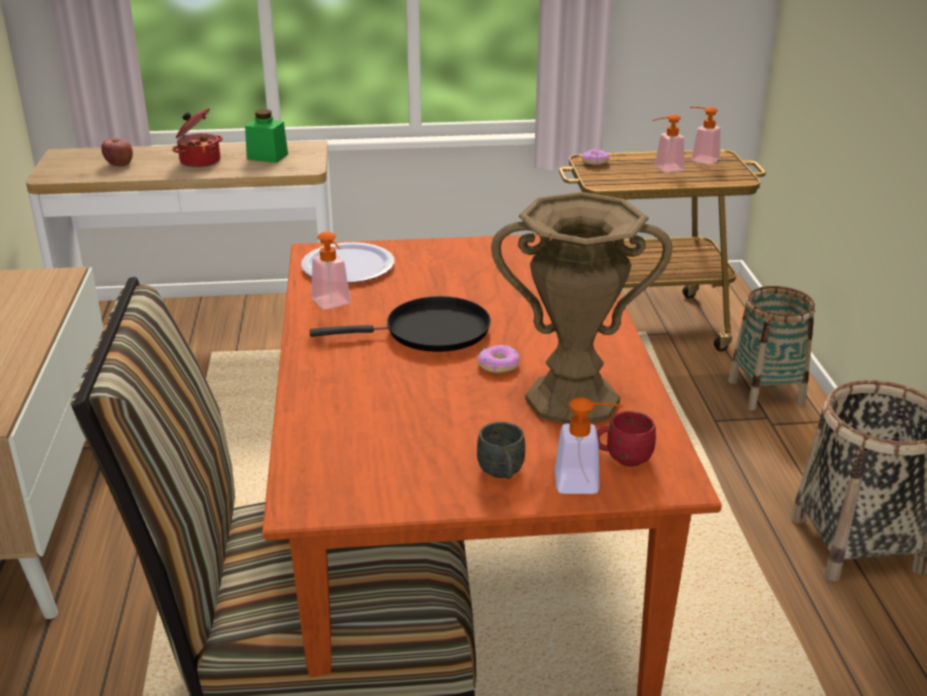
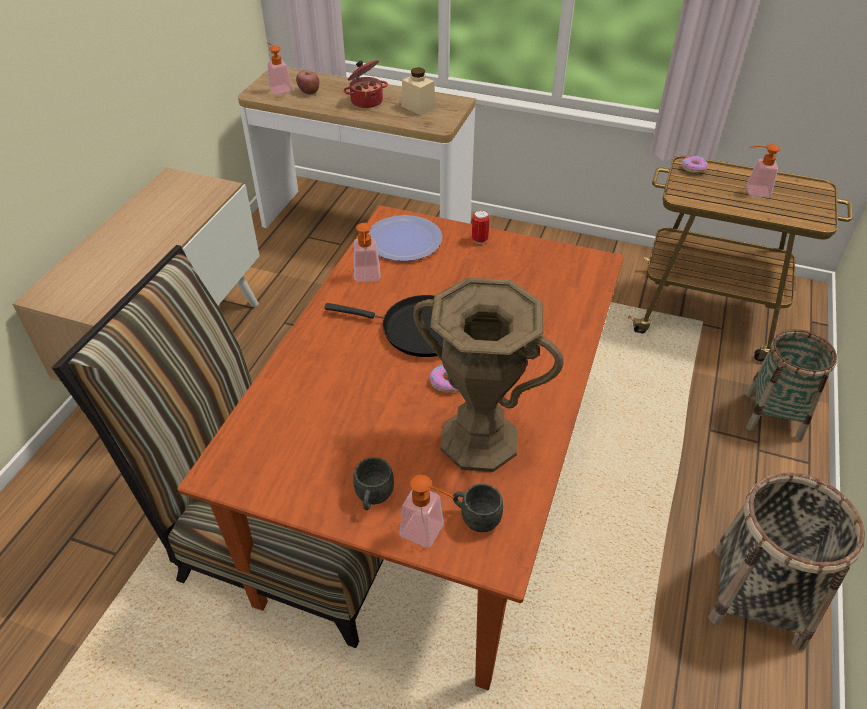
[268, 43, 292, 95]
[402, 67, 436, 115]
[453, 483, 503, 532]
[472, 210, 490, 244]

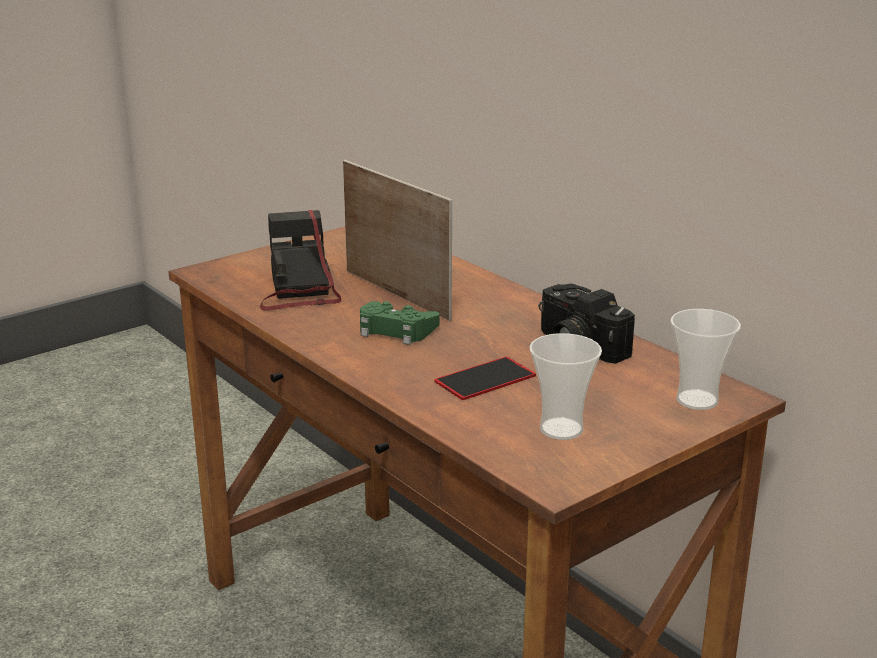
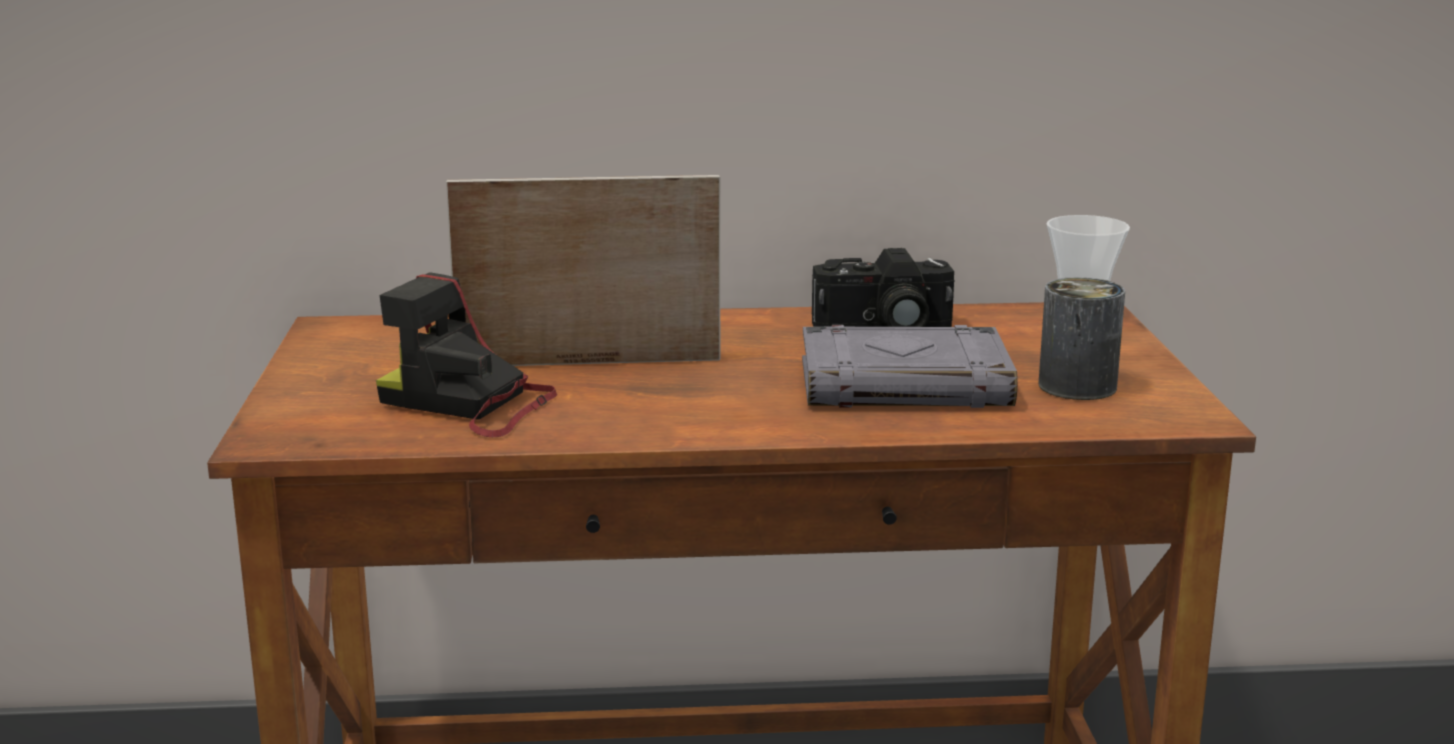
[360, 301, 440, 345] (first image)
[1038, 277, 1125, 400]
[802, 325, 1018, 408]

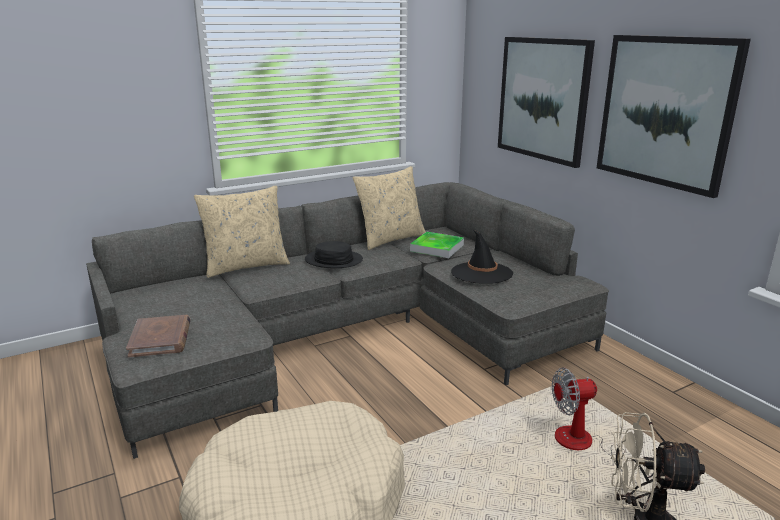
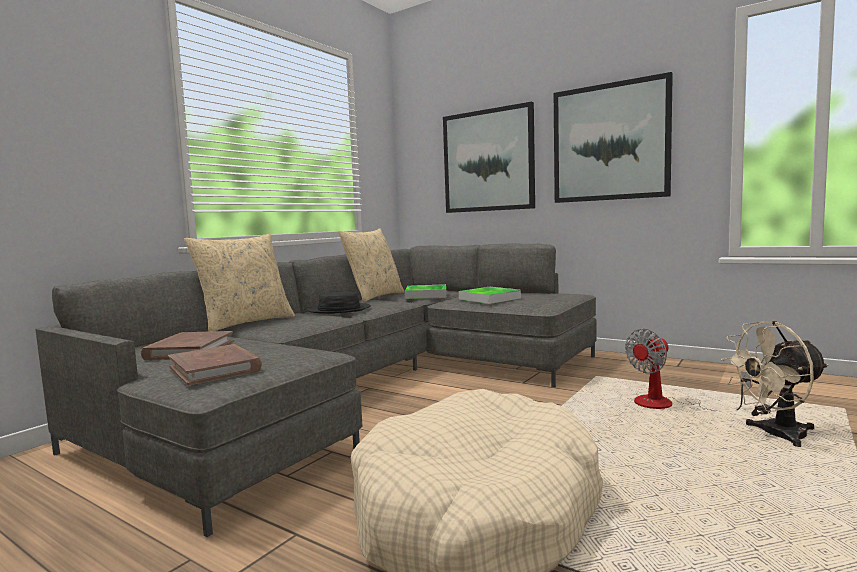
[459, 287, 521, 304]
[141, 331, 234, 360]

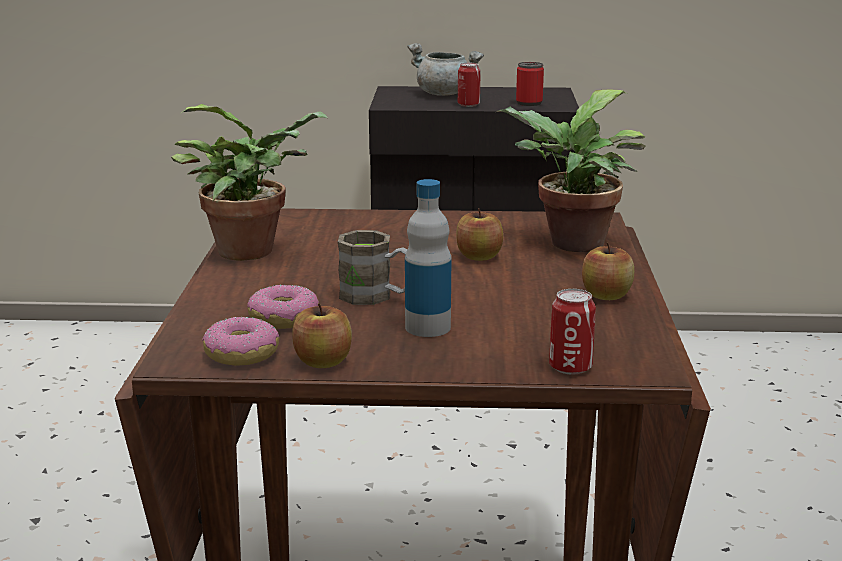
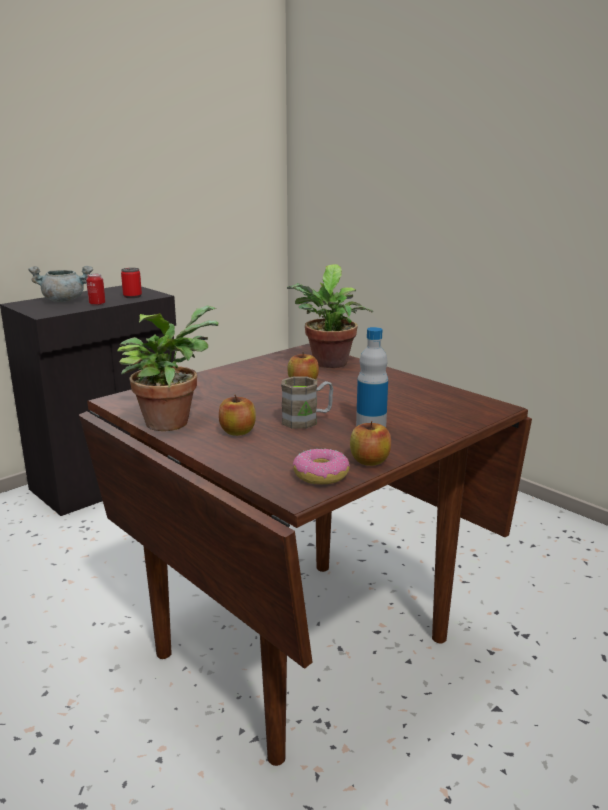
[219, 395, 256, 436]
[247, 285, 319, 329] (first image)
[549, 289, 596, 375] (first image)

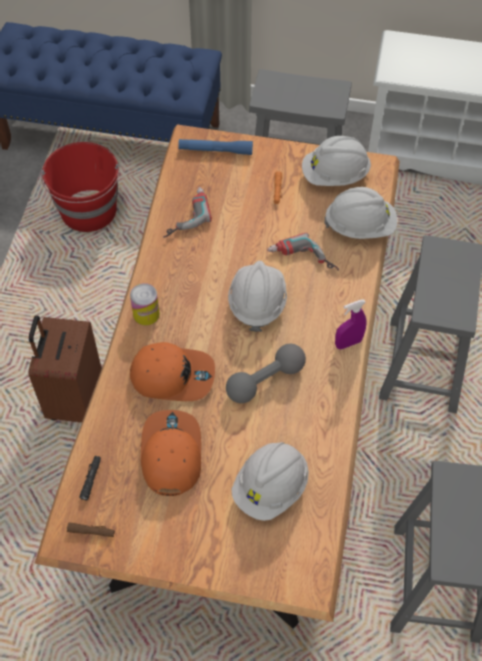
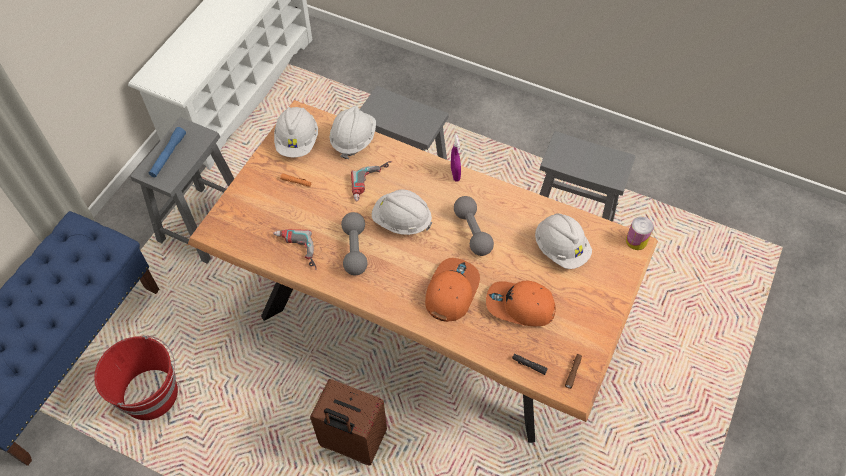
[149, 127, 186, 177]
[626, 216, 654, 250]
[341, 212, 367, 275]

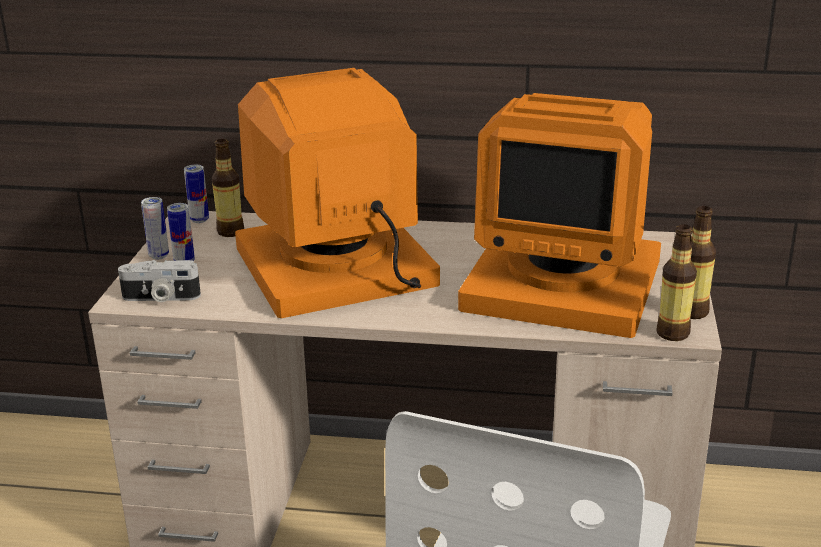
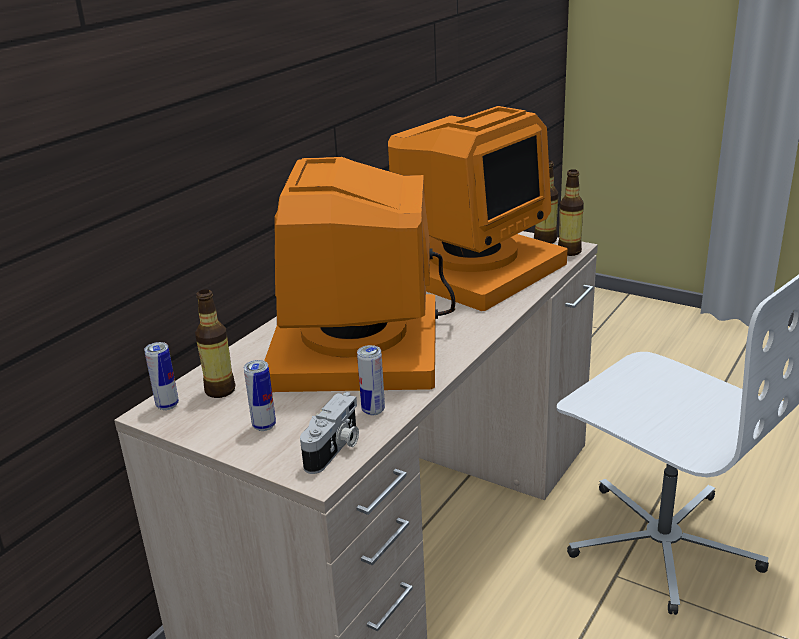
[357, 345, 385, 415]

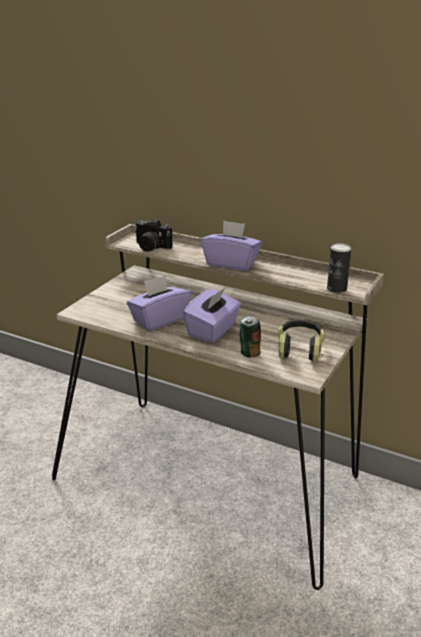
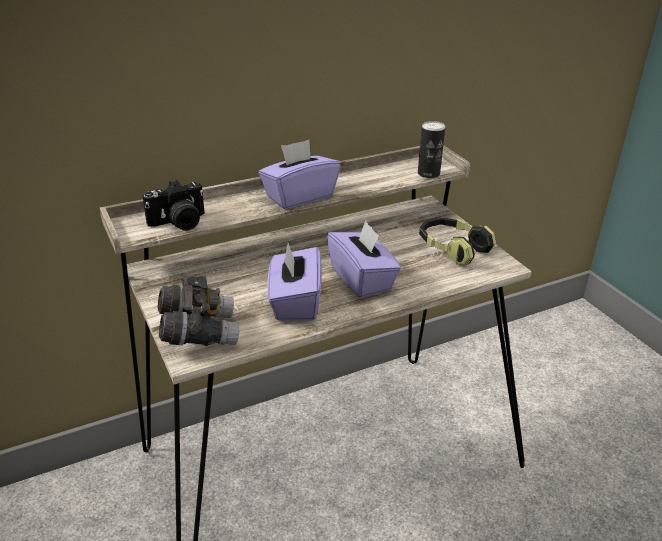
[240, 316, 261, 358] (first image)
[158, 276, 239, 346]

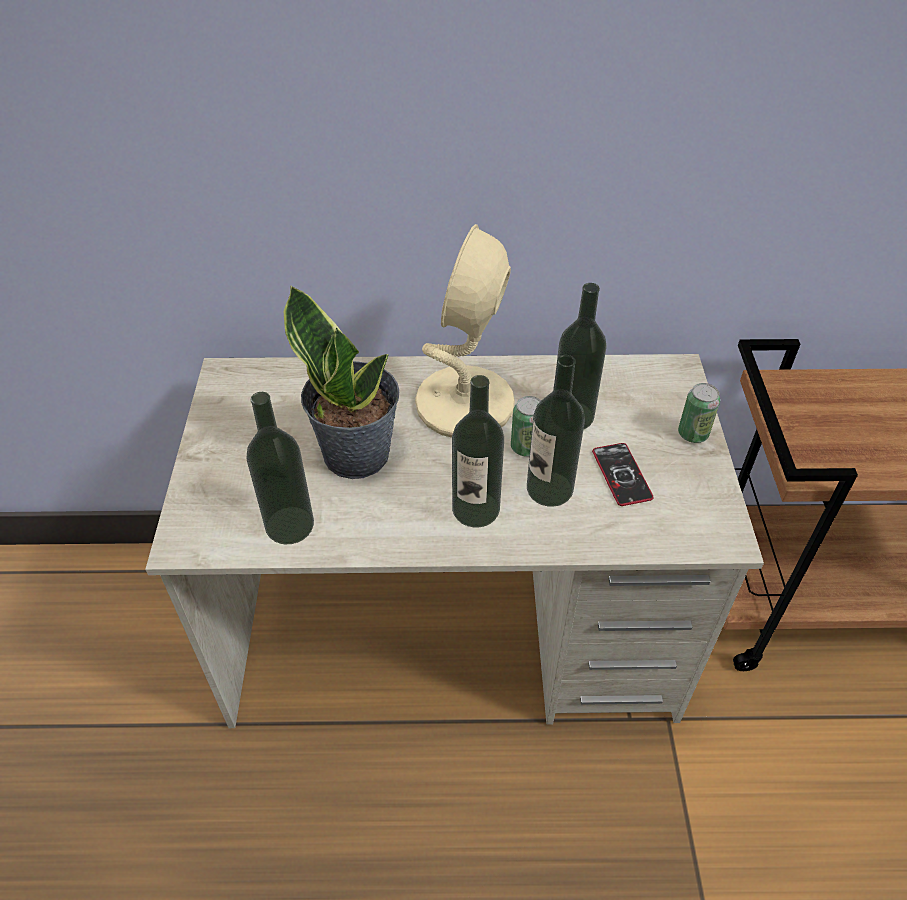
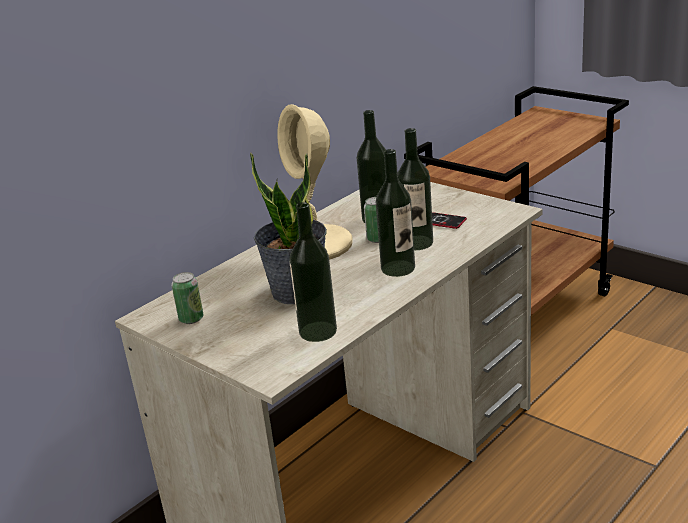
[171, 272, 204, 324]

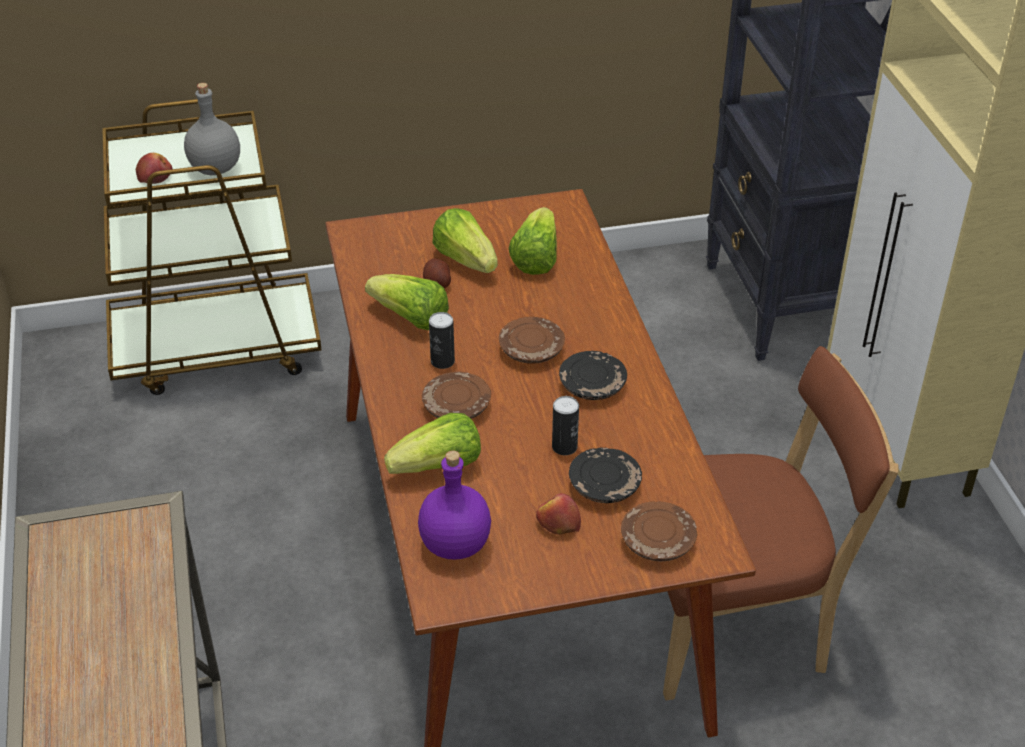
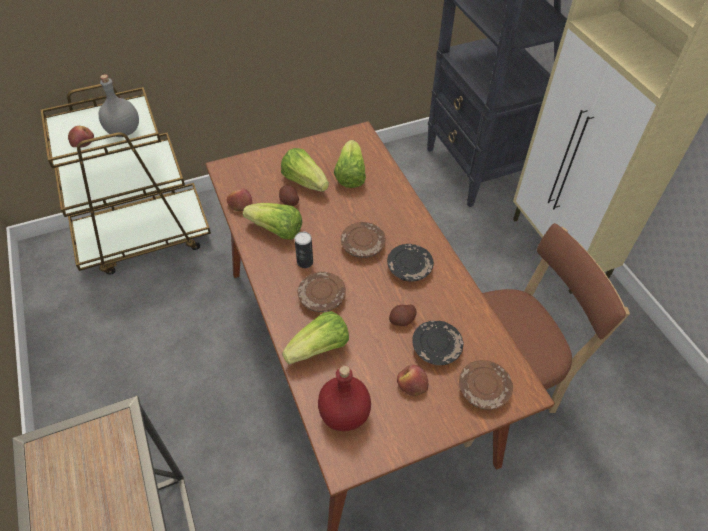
[389, 305, 416, 326]
[318, 365, 371, 431]
[227, 188, 253, 211]

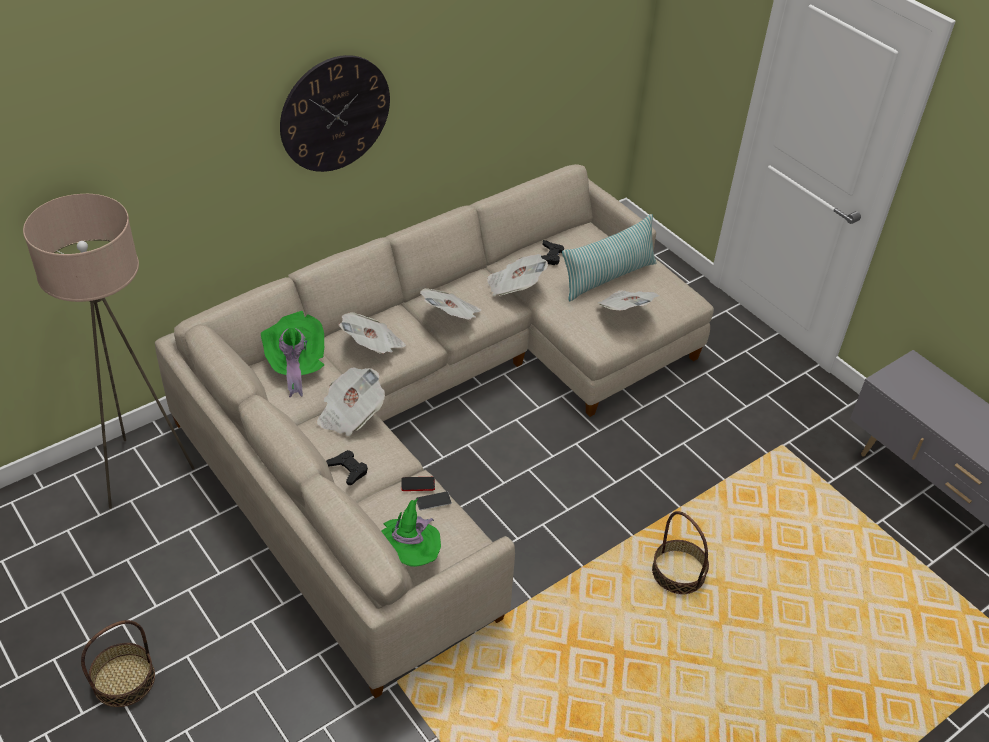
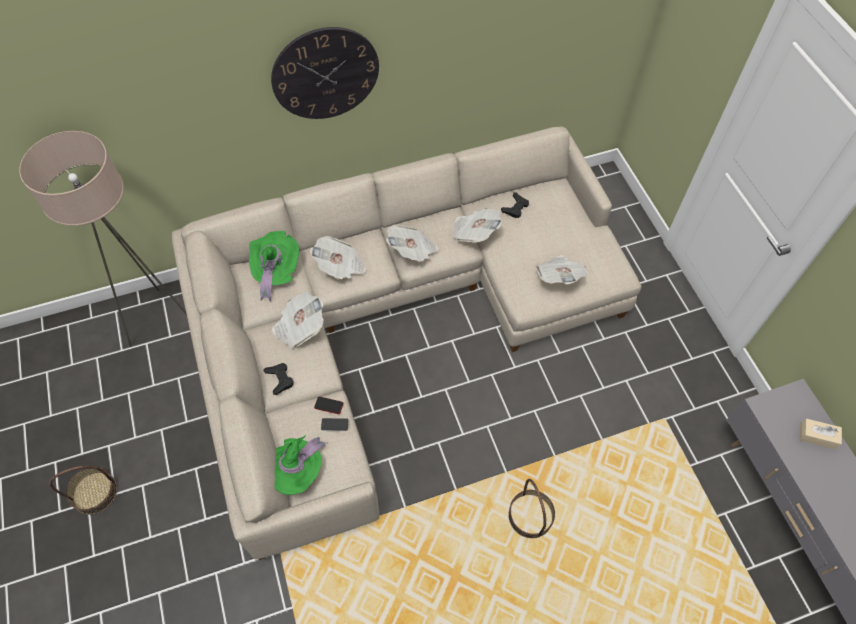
[562, 214, 656, 302] (first image)
[799, 419, 842, 449]

